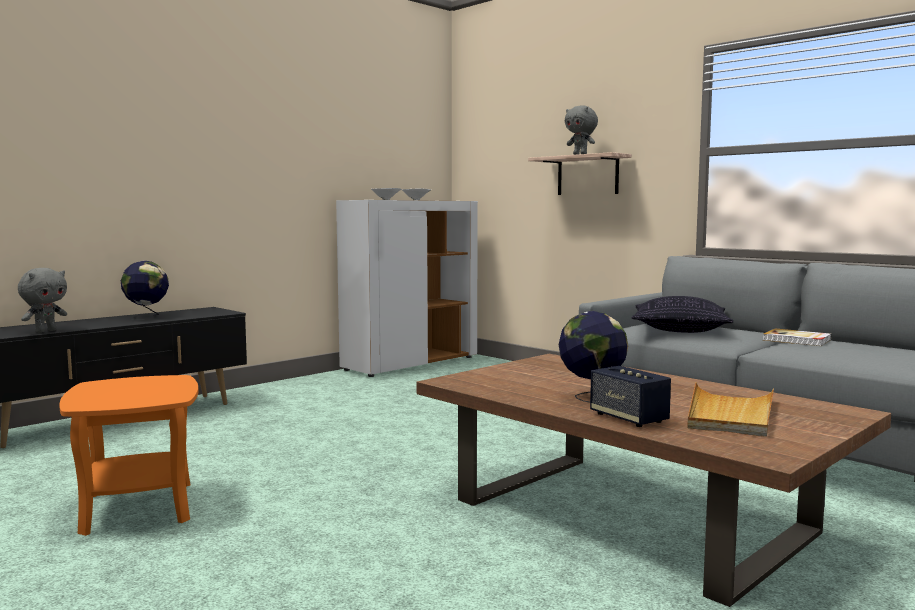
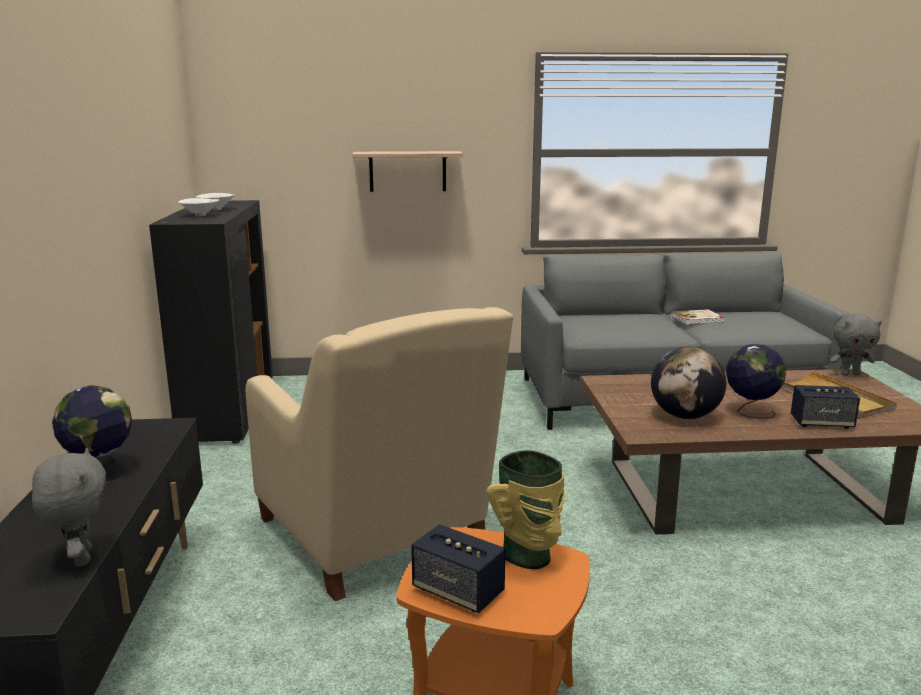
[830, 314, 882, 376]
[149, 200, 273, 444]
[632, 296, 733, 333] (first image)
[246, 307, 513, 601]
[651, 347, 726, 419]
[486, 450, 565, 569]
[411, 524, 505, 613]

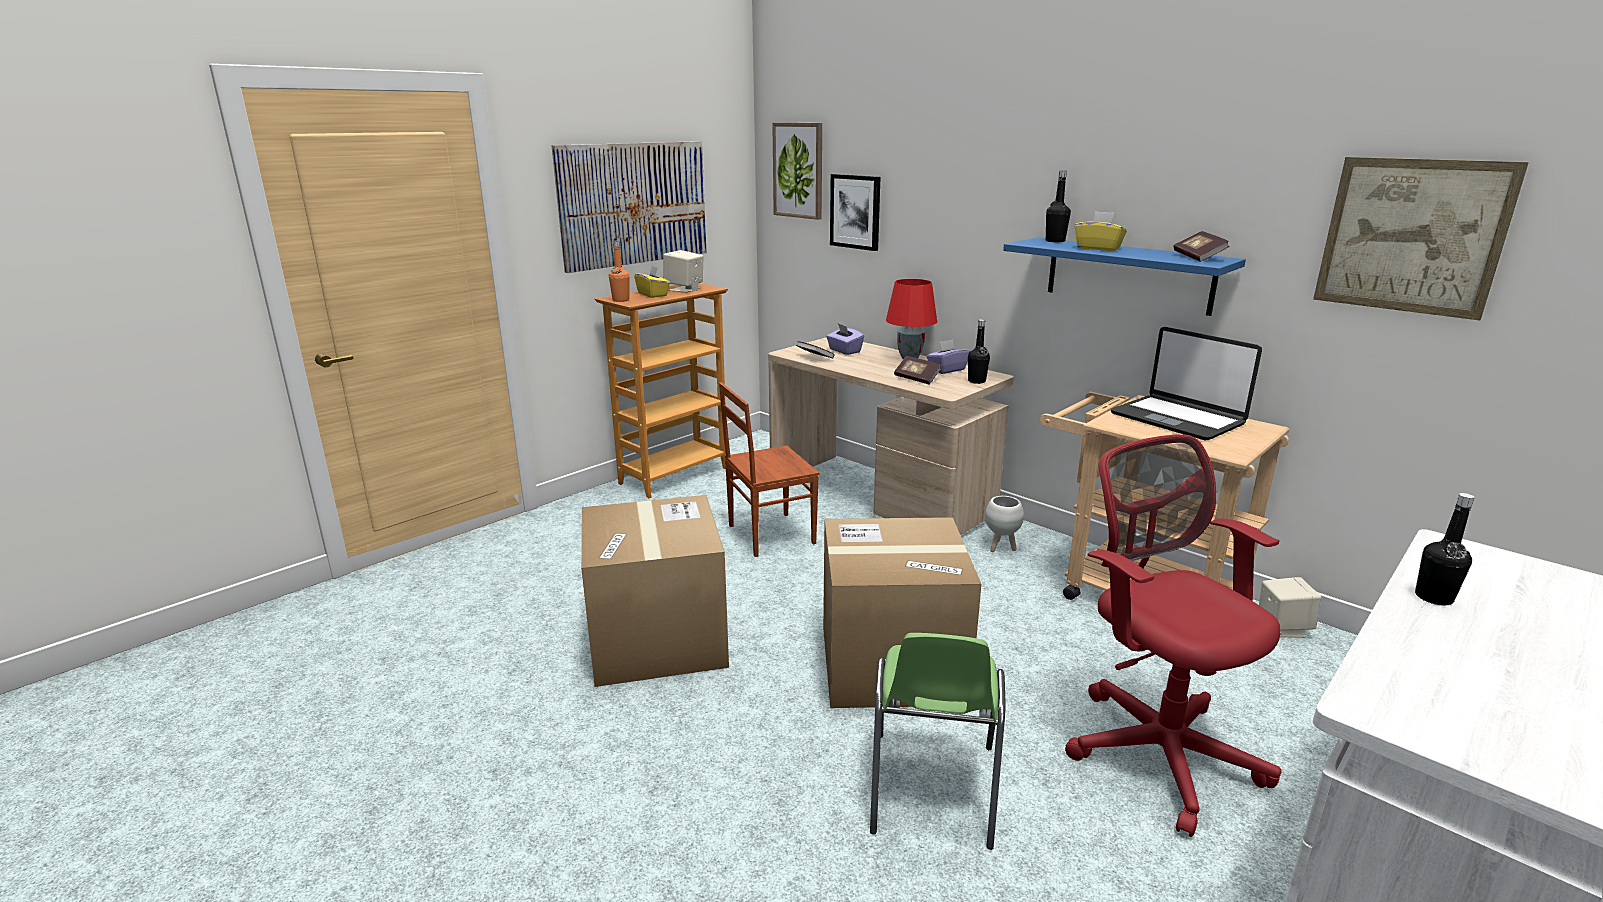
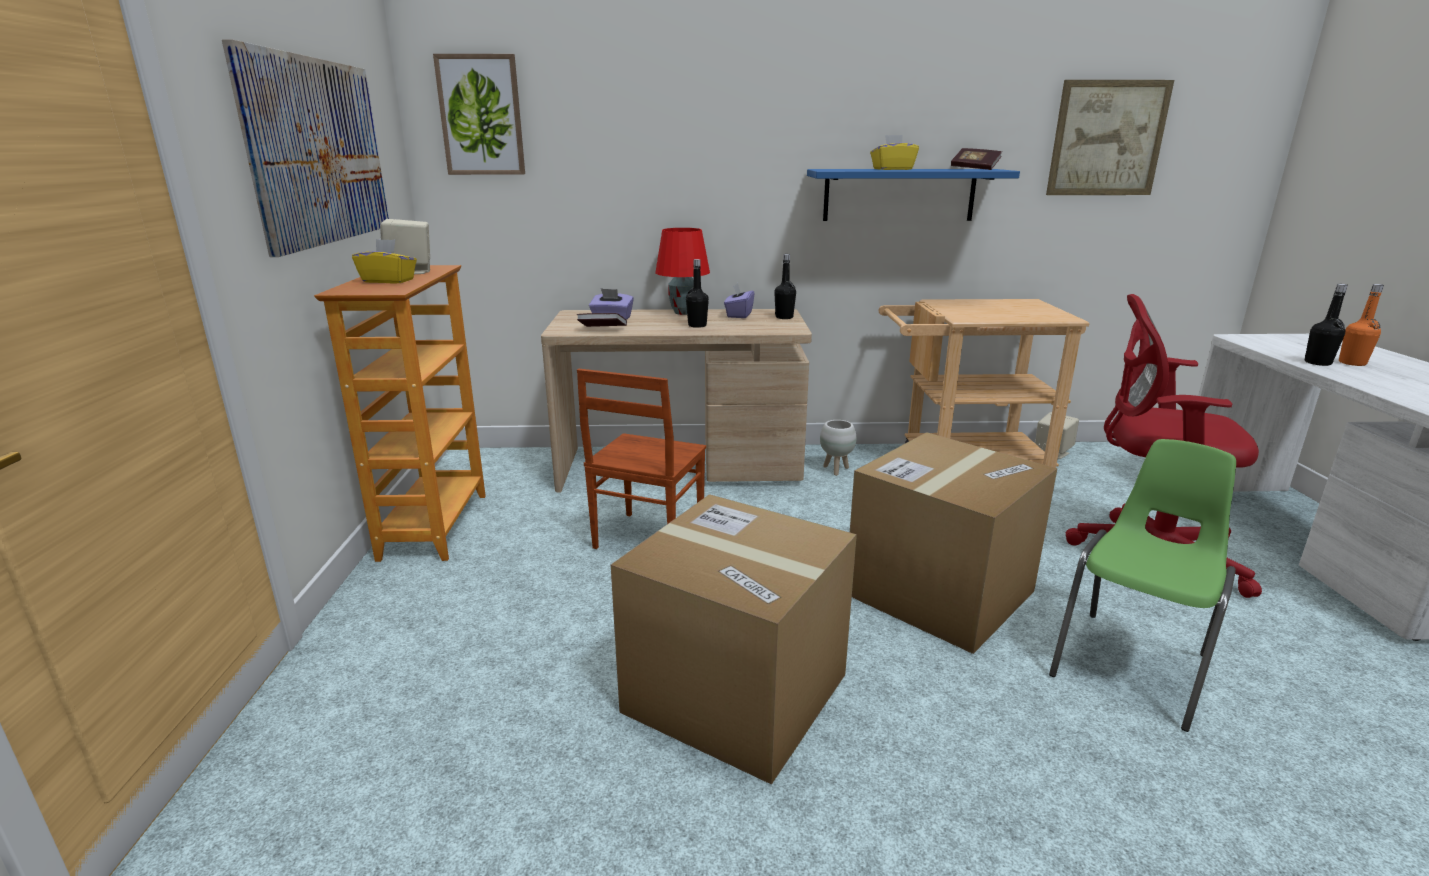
[686, 259, 709, 328]
[830, 174, 880, 251] (first image)
[1339, 284, 1384, 366]
[1111, 327, 1262, 440] (first image)
[894, 356, 941, 385] (first image)
[1049, 439, 1236, 732]

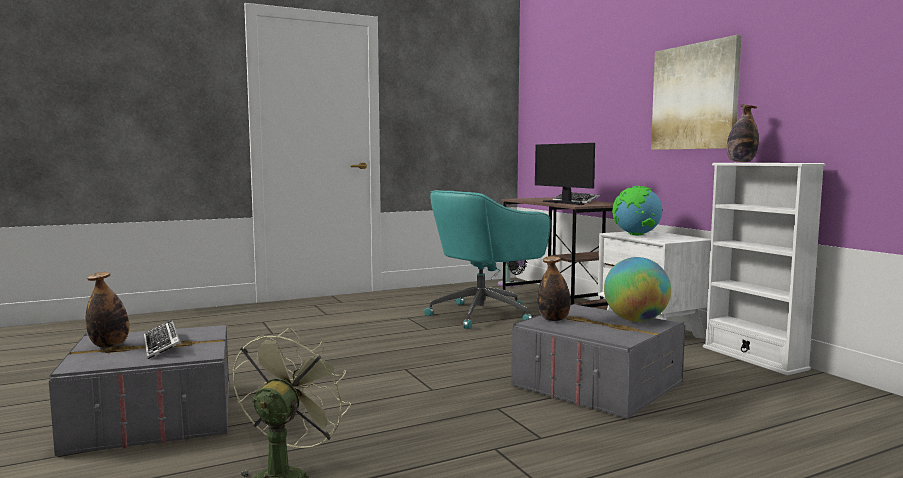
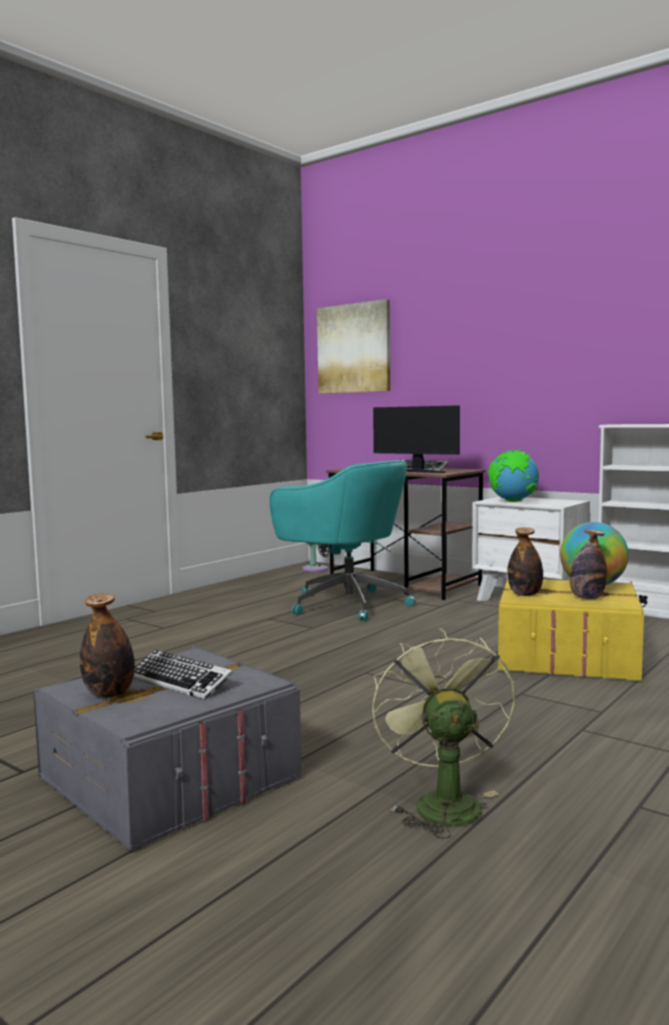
[317, 299, 390, 394]
[570, 530, 607, 599]
[269, 460, 416, 621]
[498, 578, 644, 681]

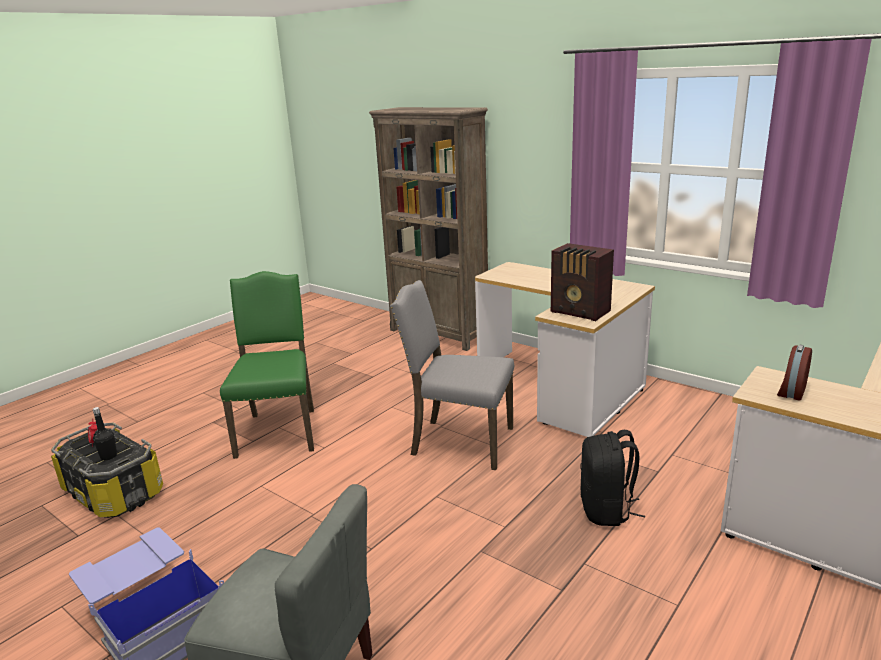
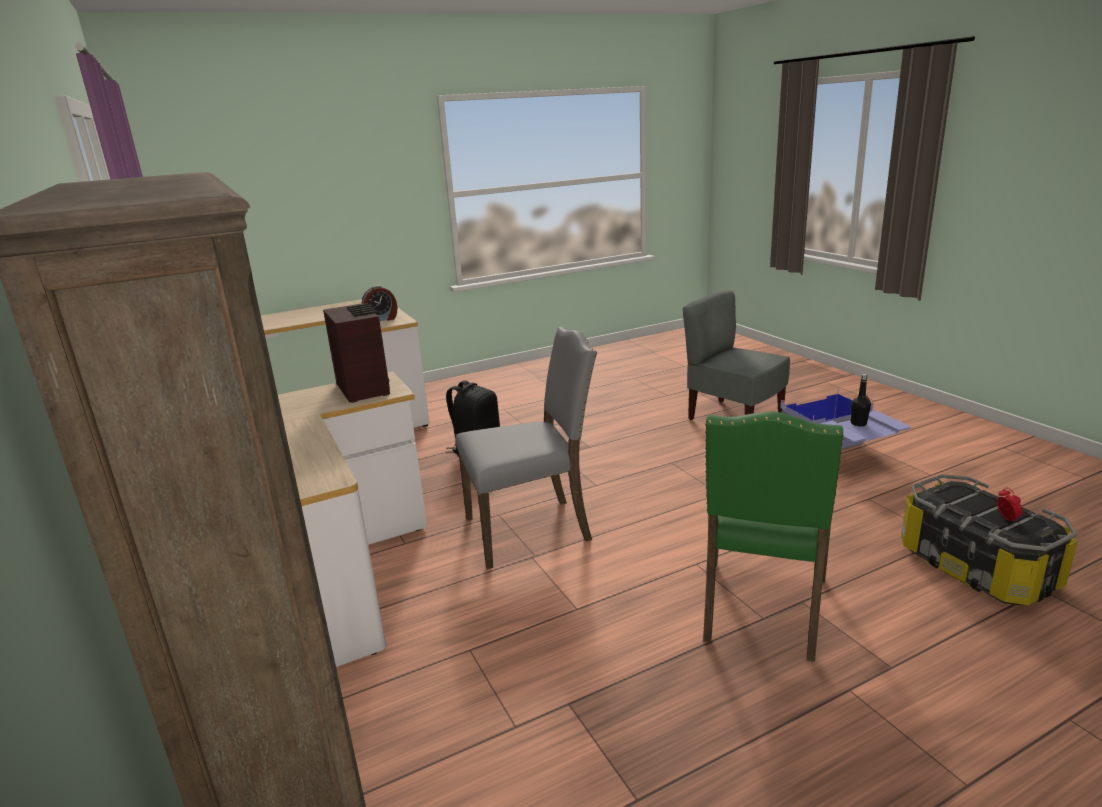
[455, 327, 597, 569]
[850, 374, 871, 427]

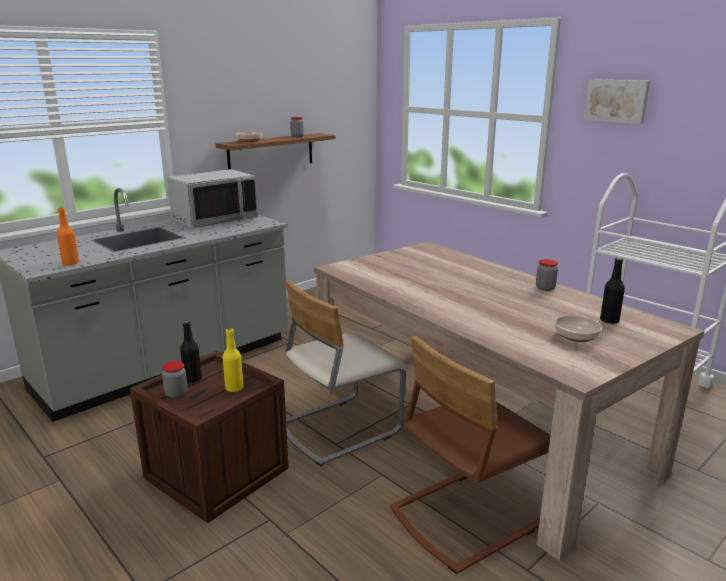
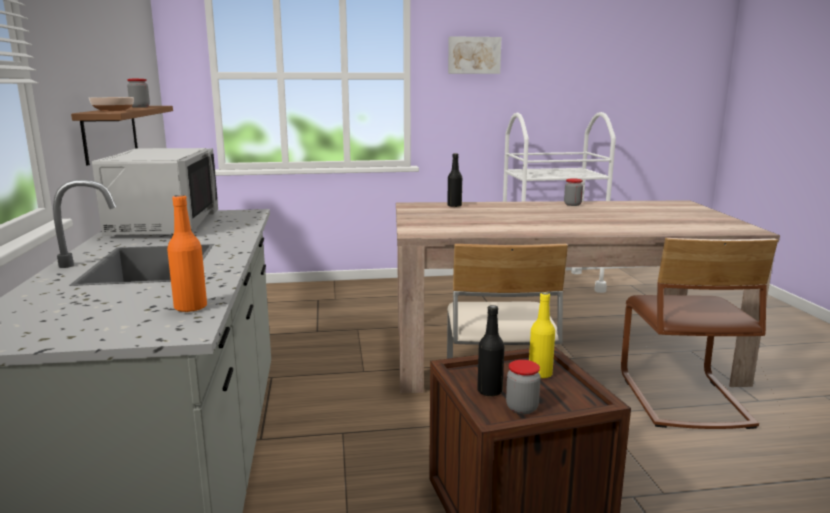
[447, 153, 462, 207]
[555, 315, 602, 343] (first image)

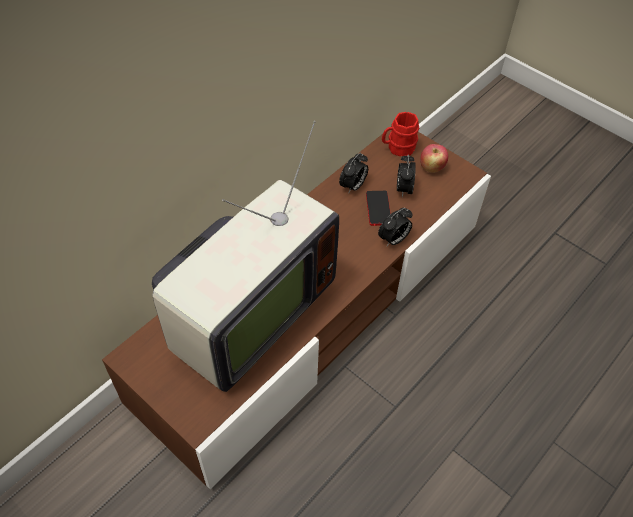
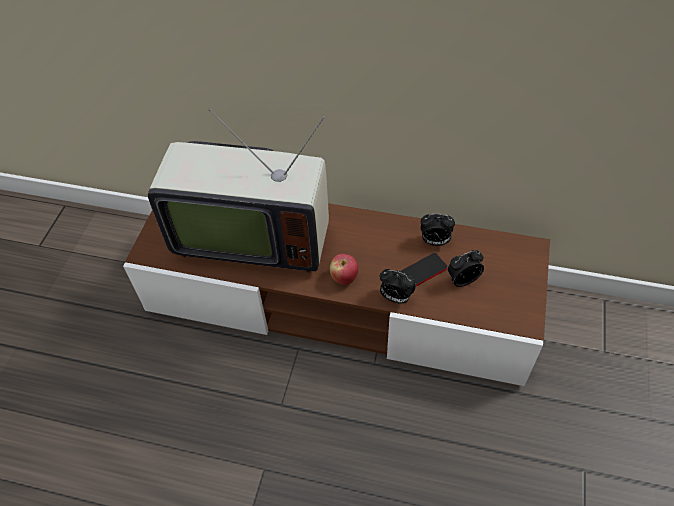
[382, 112, 419, 157] (first image)
[330, 254, 358, 285]

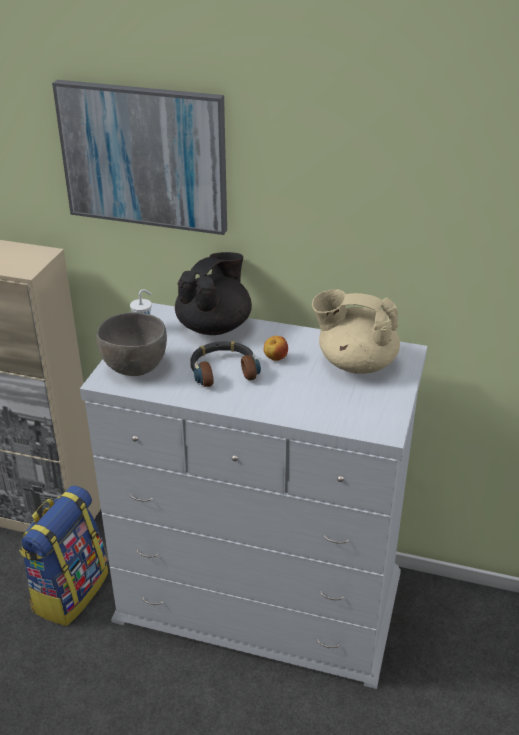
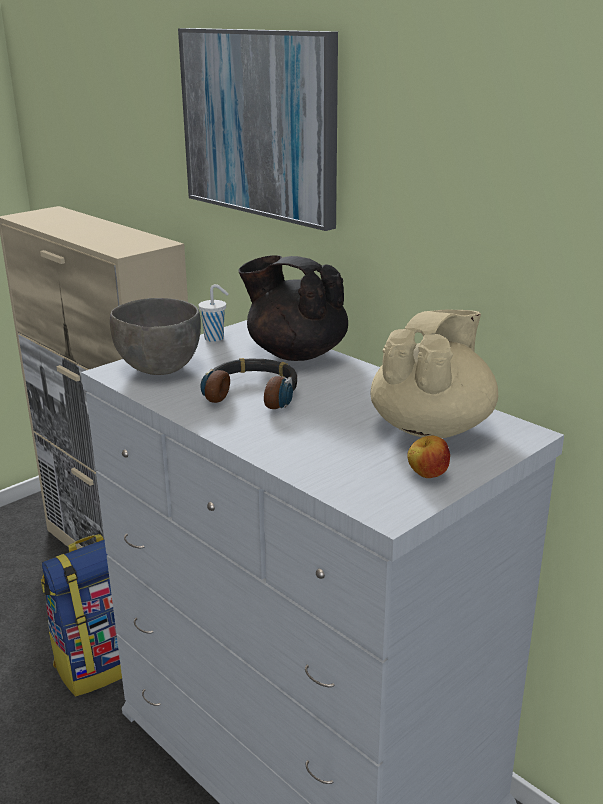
[238, 255, 348, 361]
[370, 309, 498, 438]
[407, 436, 450, 478]

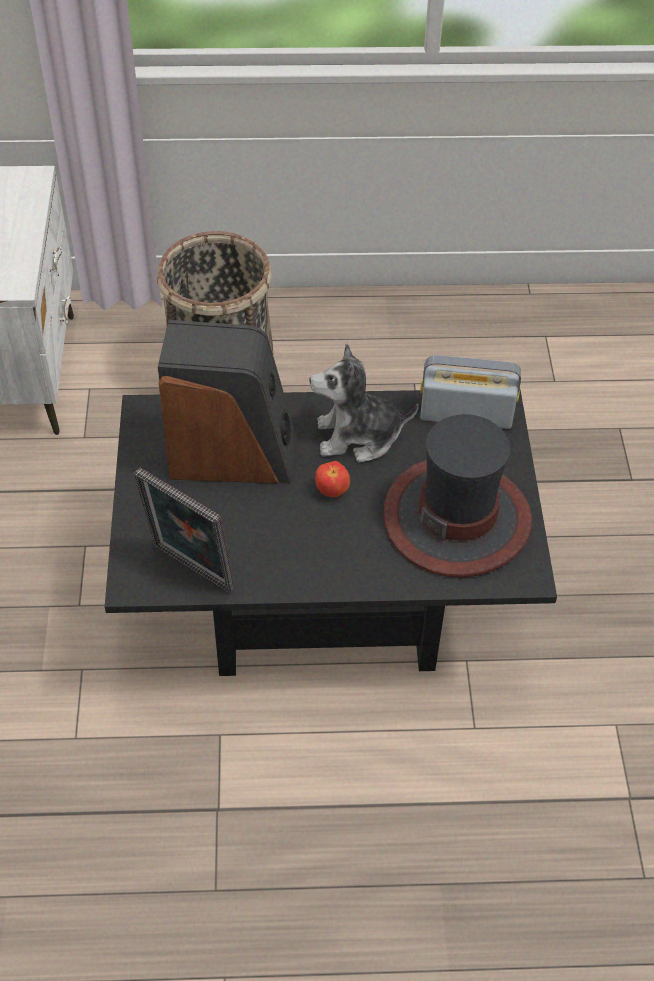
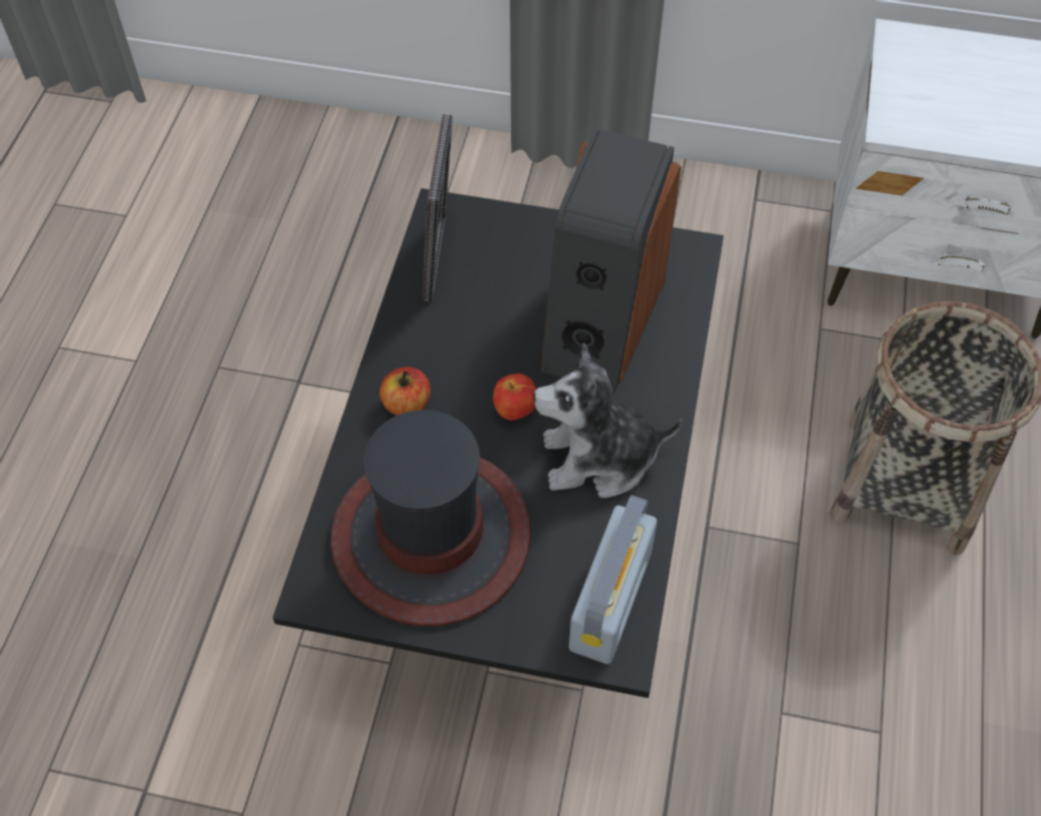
[534, 343, 683, 498]
[422, 114, 453, 302]
[379, 367, 431, 415]

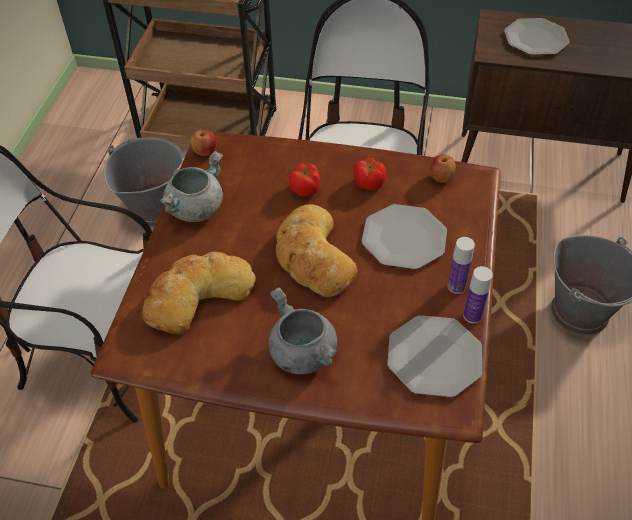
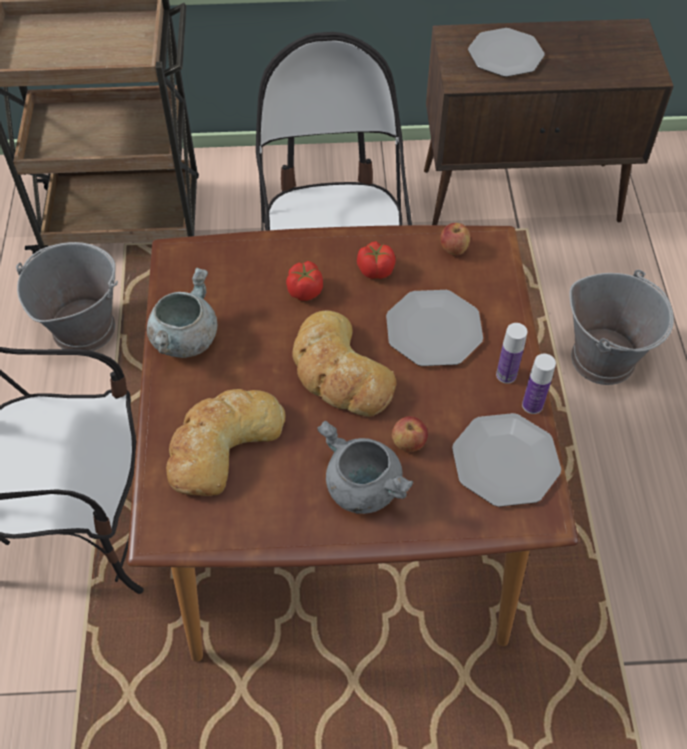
[392, 416, 428, 452]

